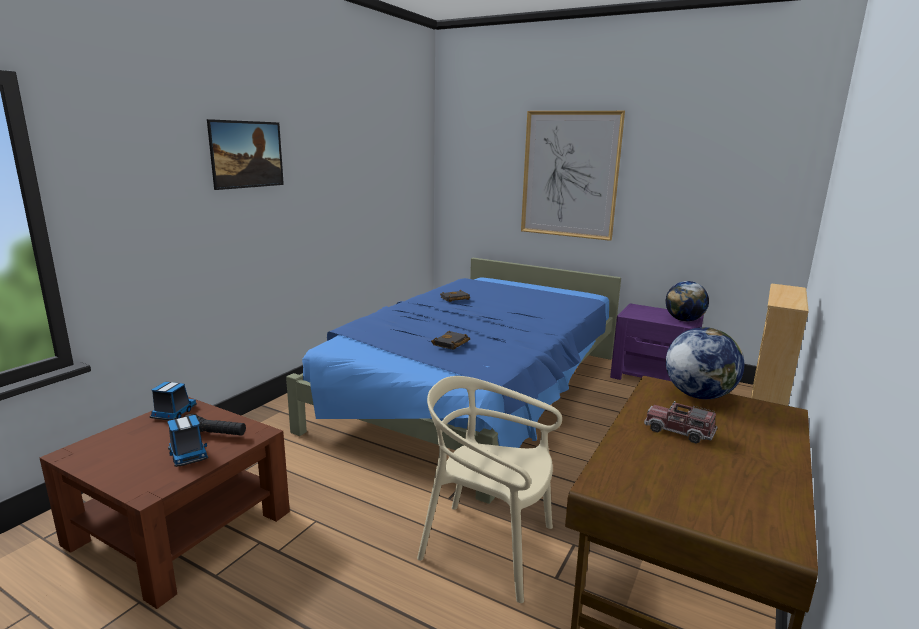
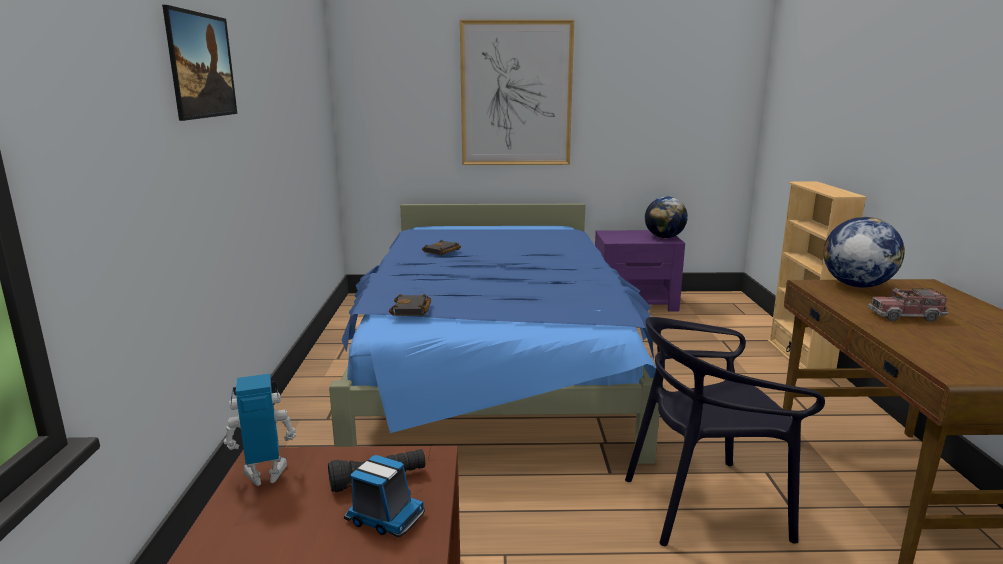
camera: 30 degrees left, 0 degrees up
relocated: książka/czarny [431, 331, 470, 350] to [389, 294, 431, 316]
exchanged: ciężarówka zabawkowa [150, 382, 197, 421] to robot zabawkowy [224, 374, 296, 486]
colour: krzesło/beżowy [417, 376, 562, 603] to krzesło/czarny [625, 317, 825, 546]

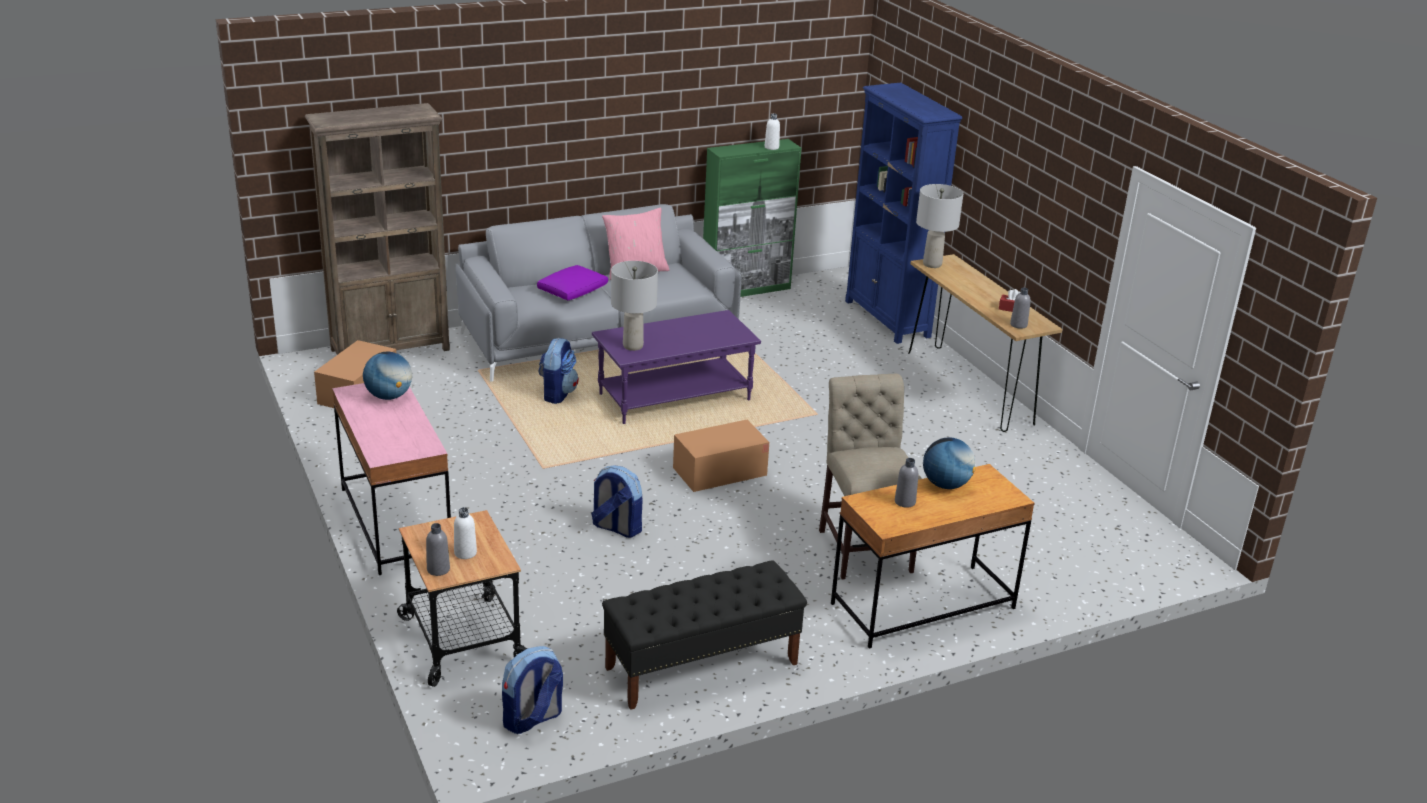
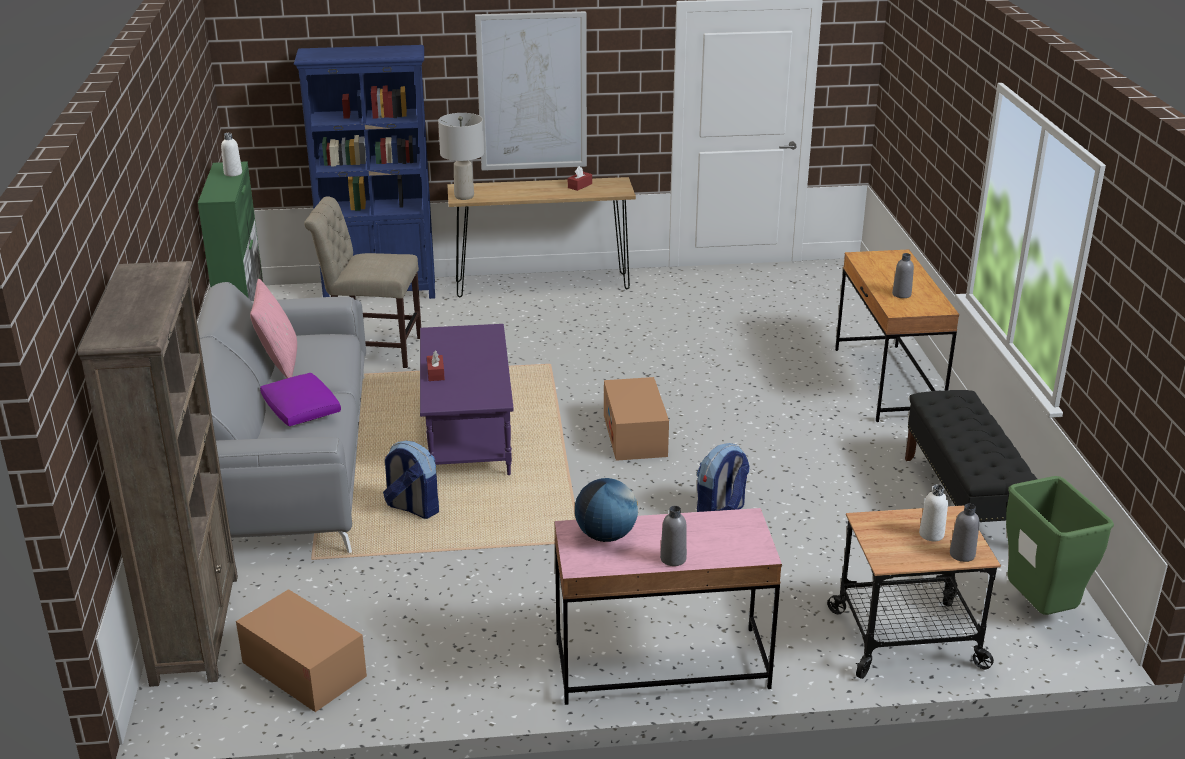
camera: 70 degrees left, 0 degrees up
missing: lampa stołowa/szary [611, 261, 658, 351]; globus [923, 437, 976, 489]
appeared: obraz [475, 11, 587, 171]; pudełko chusteczek/czerwony [427, 351, 445, 381]
relocated: butelka/szary [1010, 288, 1031, 329] to [660, 506, 687, 566]; krzesło/beżowy [819, 374, 922, 580] to [304, 196, 421, 368]
exchanged: plecak [502, 646, 563, 734] to kosz na śmieci/zielony [1006, 476, 1114, 615]

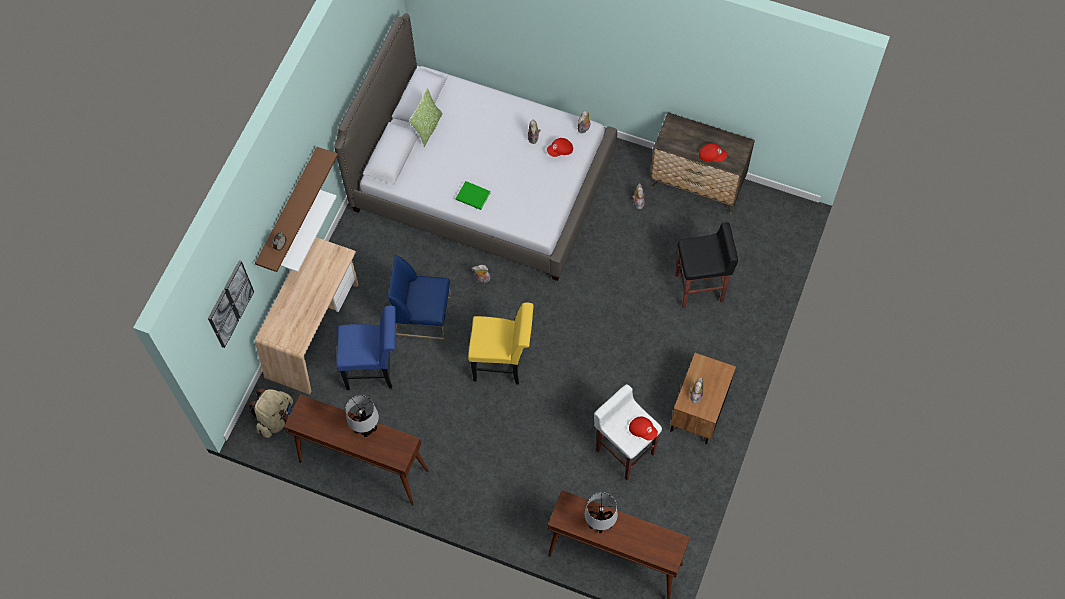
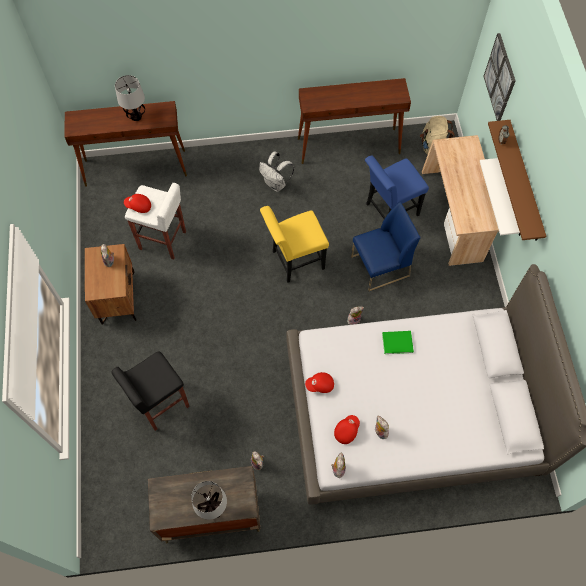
camera: 150 degrees right, 0 degrees up
missing: poduszka [409, 88, 443, 147]
appeared: plecak/biały [259, 152, 294, 192]
relocated: czapka z daszkiem/czerwony [699, 143, 727, 162] to [305, 372, 334, 393]; lampa stołowa [345, 395, 379, 437] to [191, 481, 227, 520]

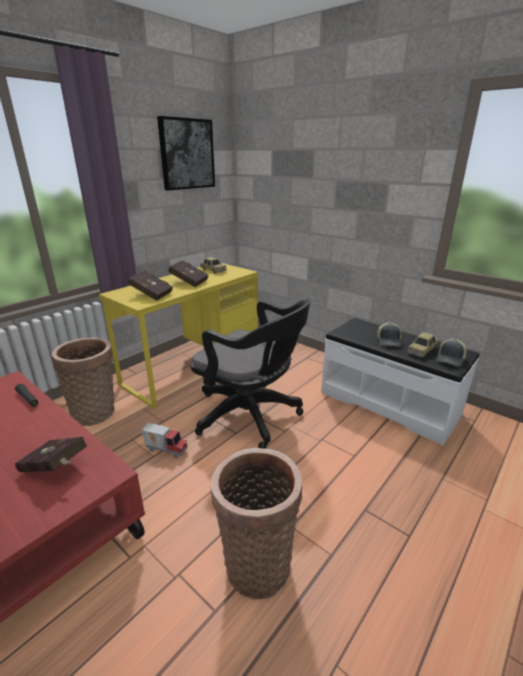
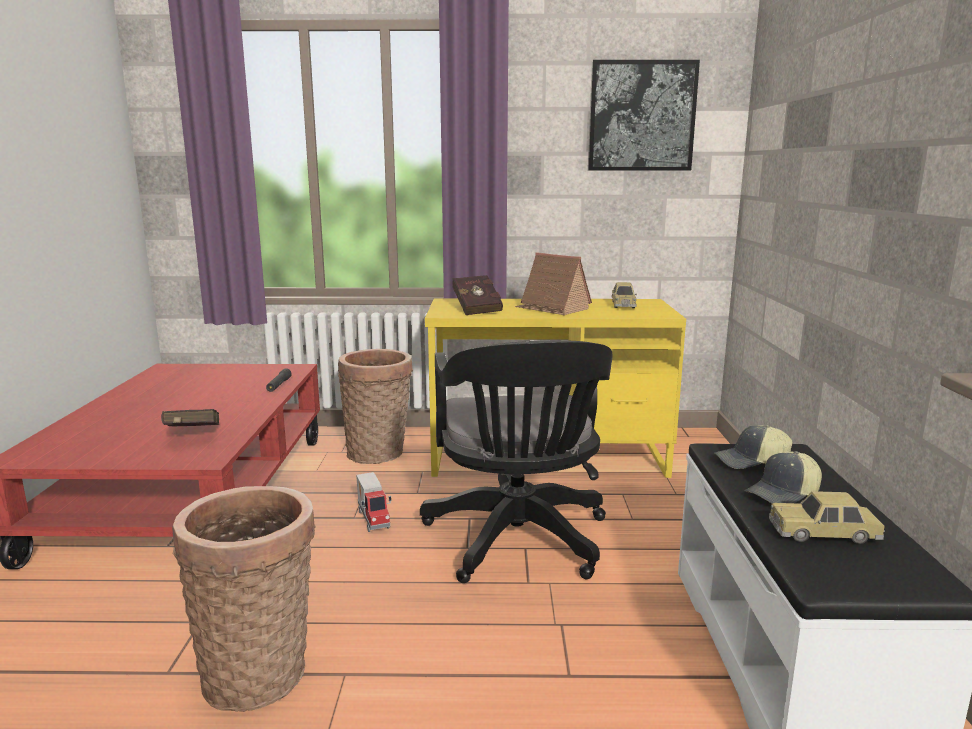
camera: 50 degrees right, 10 degrees down
relocated: czapka z daszkiem [437, 339, 467, 367] to [714, 425, 792, 469]
exchanged: książka/czerwony [168, 260, 208, 287] to domek [515, 252, 592, 315]

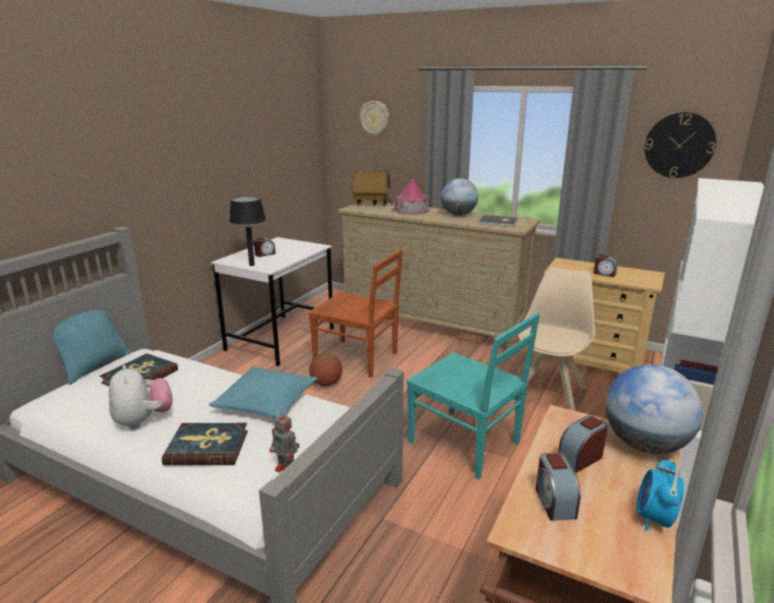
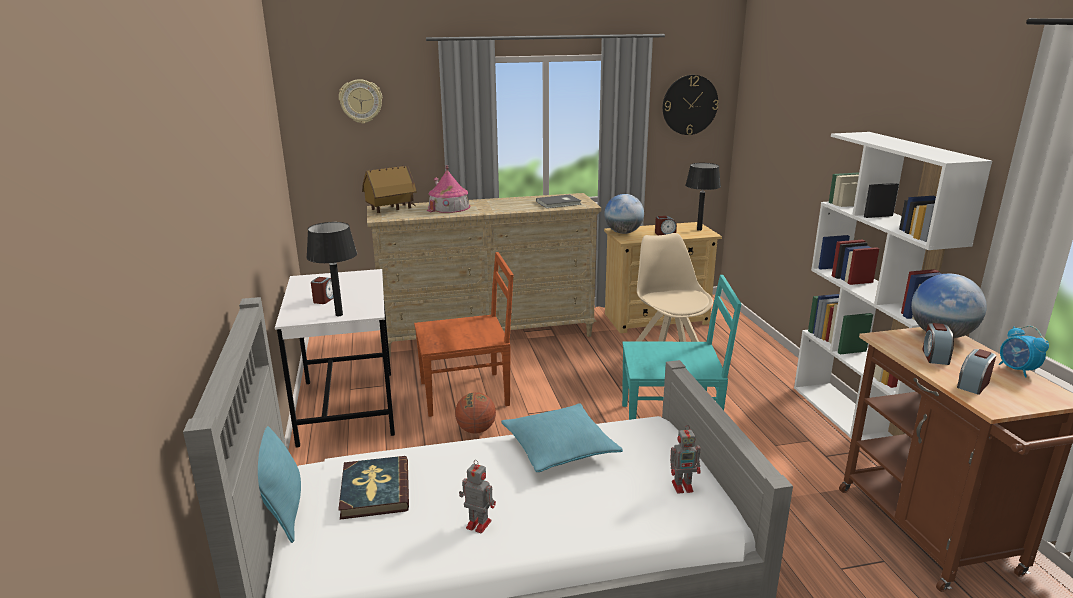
camera: 40 degrees left, 0 degrees up
missing: książka [162, 423, 248, 465]
appeared: lampa stołowa/czarny [685, 163, 721, 231]
relocated: globus [441, 178, 478, 216] to [604, 194, 644, 234]
exchanged: pluszak [109, 365, 173, 429] to robot zabawkowy [459, 460, 496, 534]
spun: budzik [536, 452, 580, 521] = [957, 349, 996, 395] 90 degrees clockwise

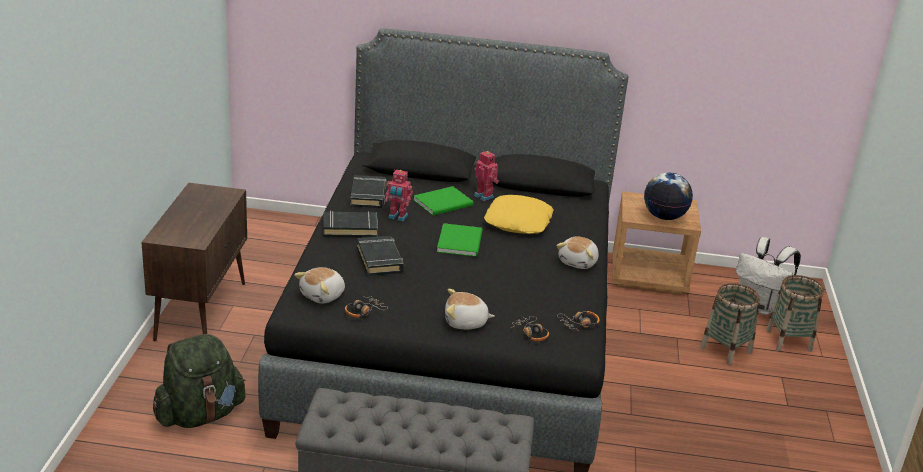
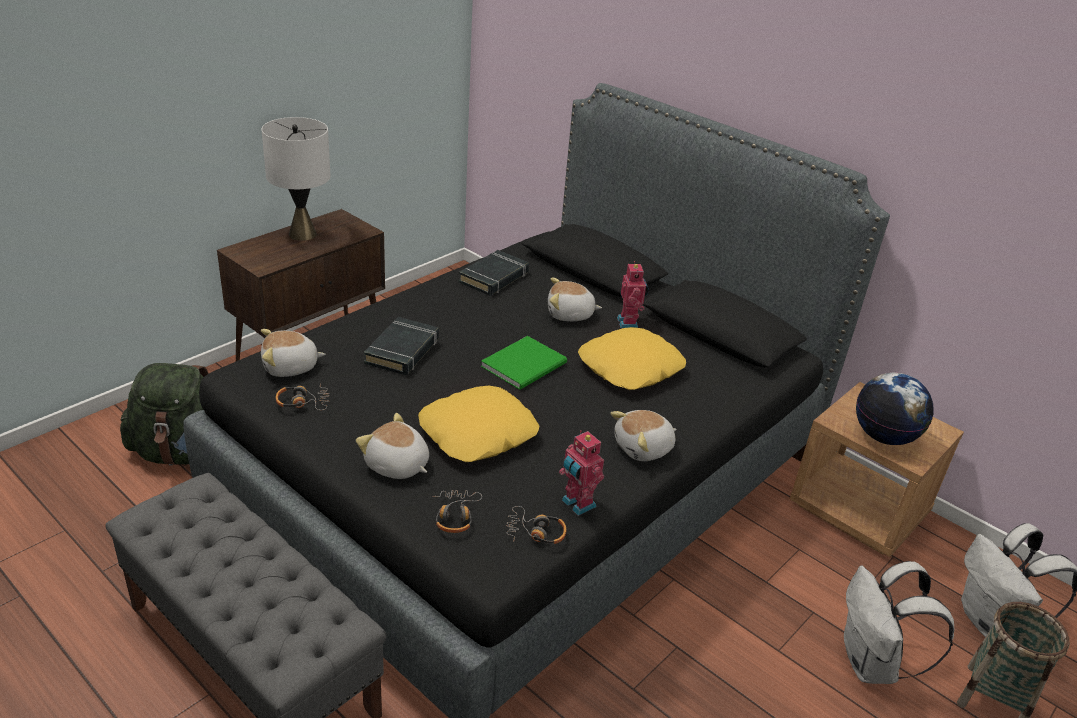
camera: 35 degrees right, 5 degrees up
missing: książka/czarny [323, 211, 378, 237]
appeared: lampa stołowa/biały [261, 117, 331, 241]; poduszka/żółty [418, 386, 539, 462]
relocated: robot zabawkowy [385, 170, 413, 221] to [559, 430, 604, 516]
exchanged: książka/zielony [413, 186, 474, 215] to pluszak [548, 278, 602, 321]; koszyk [700, 283, 760, 365] to plecak/biały [844, 561, 954, 684]

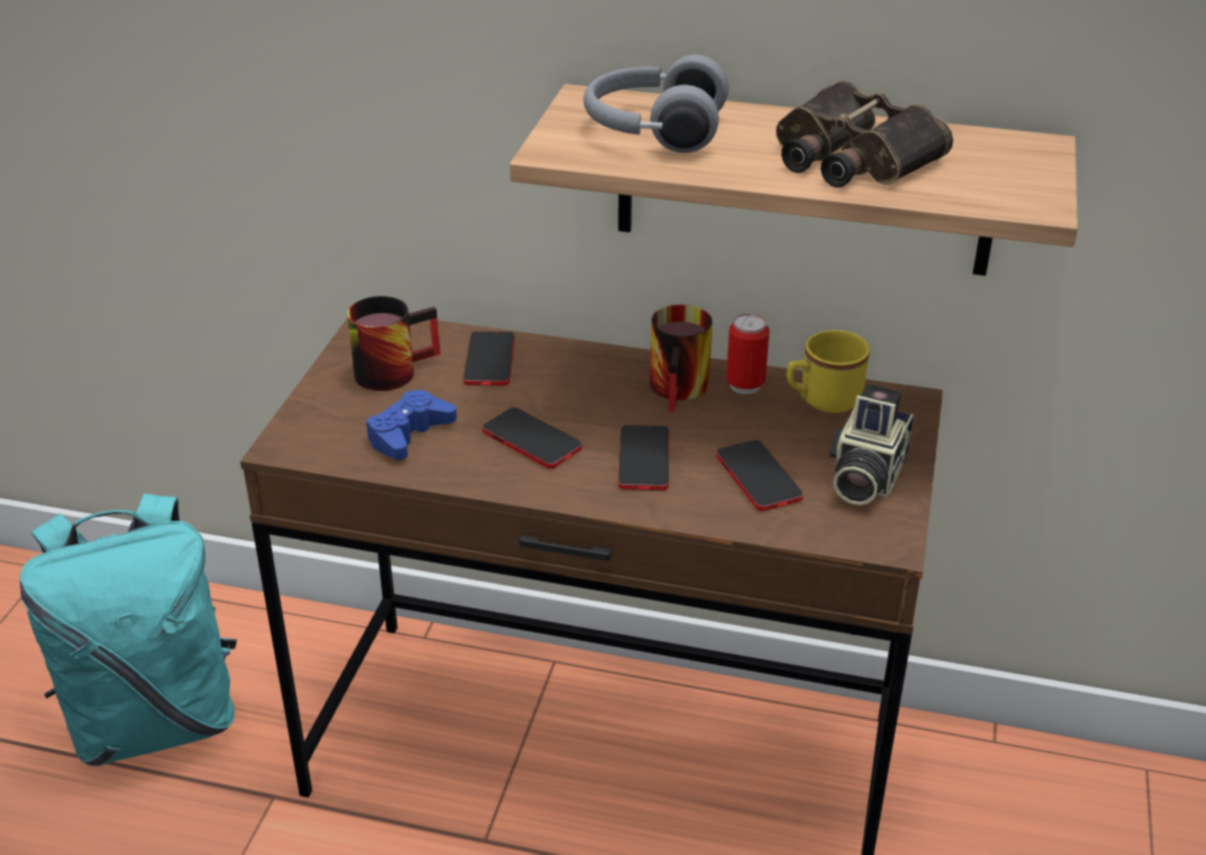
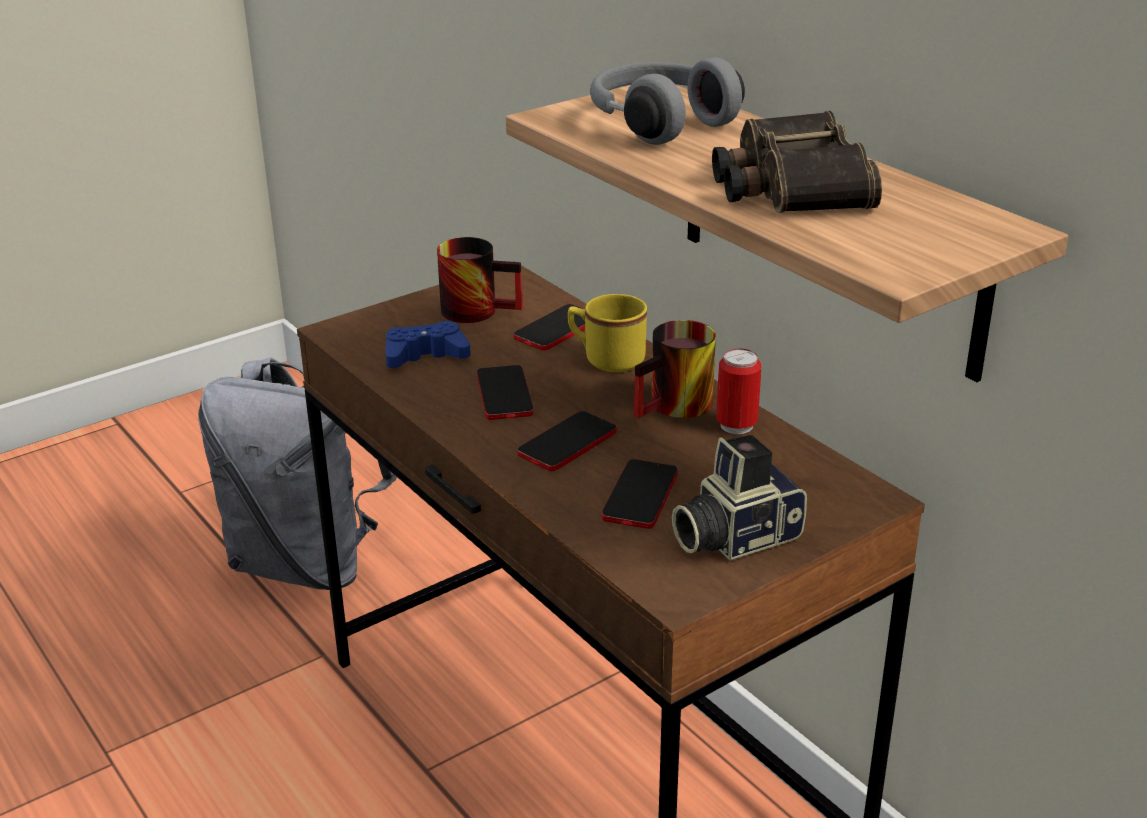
camera: 40 degrees right, 5 degrees down
relocated: kubek/żółty [787, 330, 870, 413] to [568, 294, 647, 372]
colour: plecak/turkusowy [20, 494, 237, 766] to plecak/szary [198, 357, 397, 590]

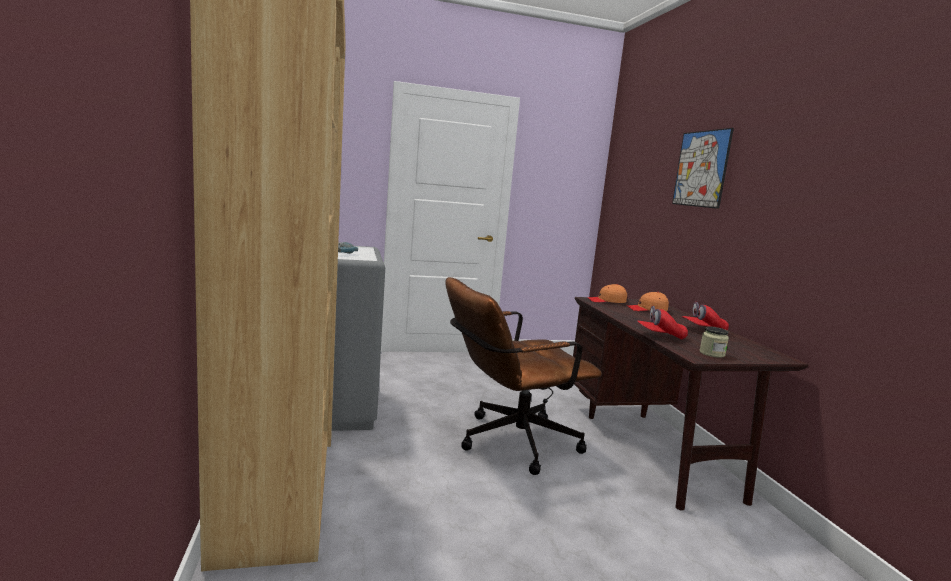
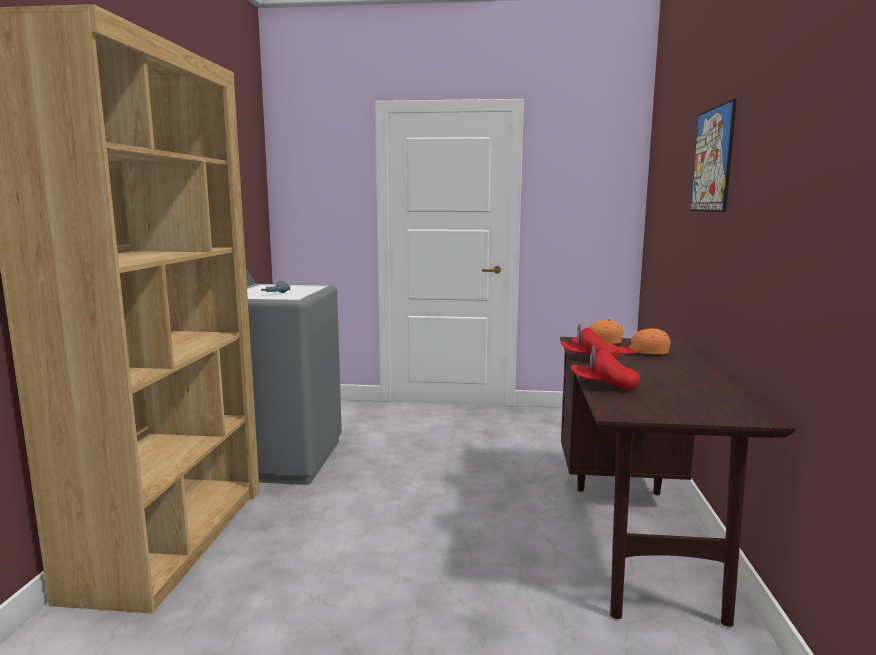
camera: 20 degrees right, 0 degrees up
missing: krzesło biurowe/brązowy [445, 277, 602, 475]; słoik [700, 326, 729, 358]
relocated: czapka z daszkiem/czerwony [681, 302, 729, 330] to [560, 324, 619, 358]

